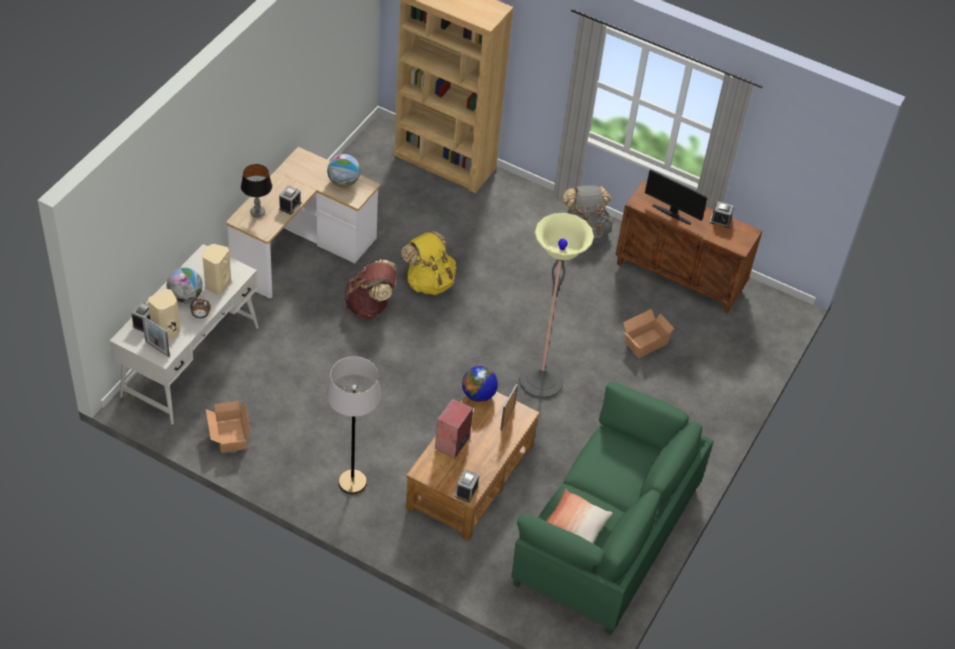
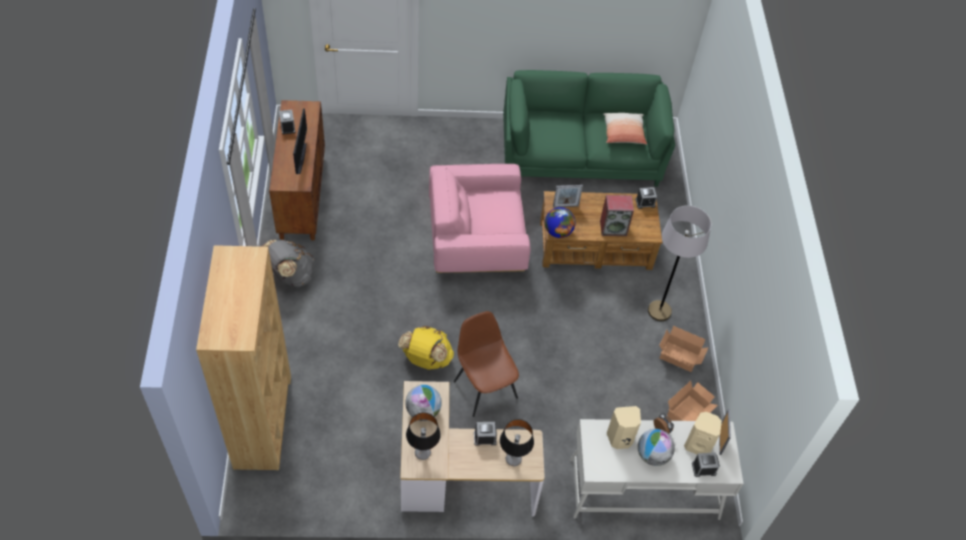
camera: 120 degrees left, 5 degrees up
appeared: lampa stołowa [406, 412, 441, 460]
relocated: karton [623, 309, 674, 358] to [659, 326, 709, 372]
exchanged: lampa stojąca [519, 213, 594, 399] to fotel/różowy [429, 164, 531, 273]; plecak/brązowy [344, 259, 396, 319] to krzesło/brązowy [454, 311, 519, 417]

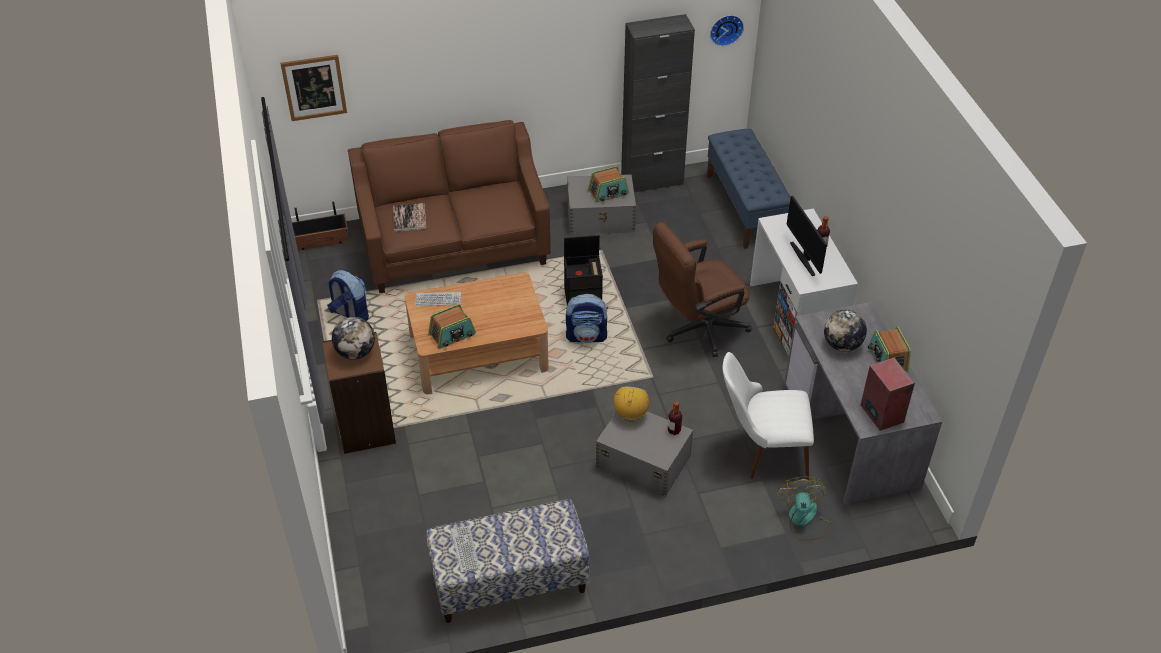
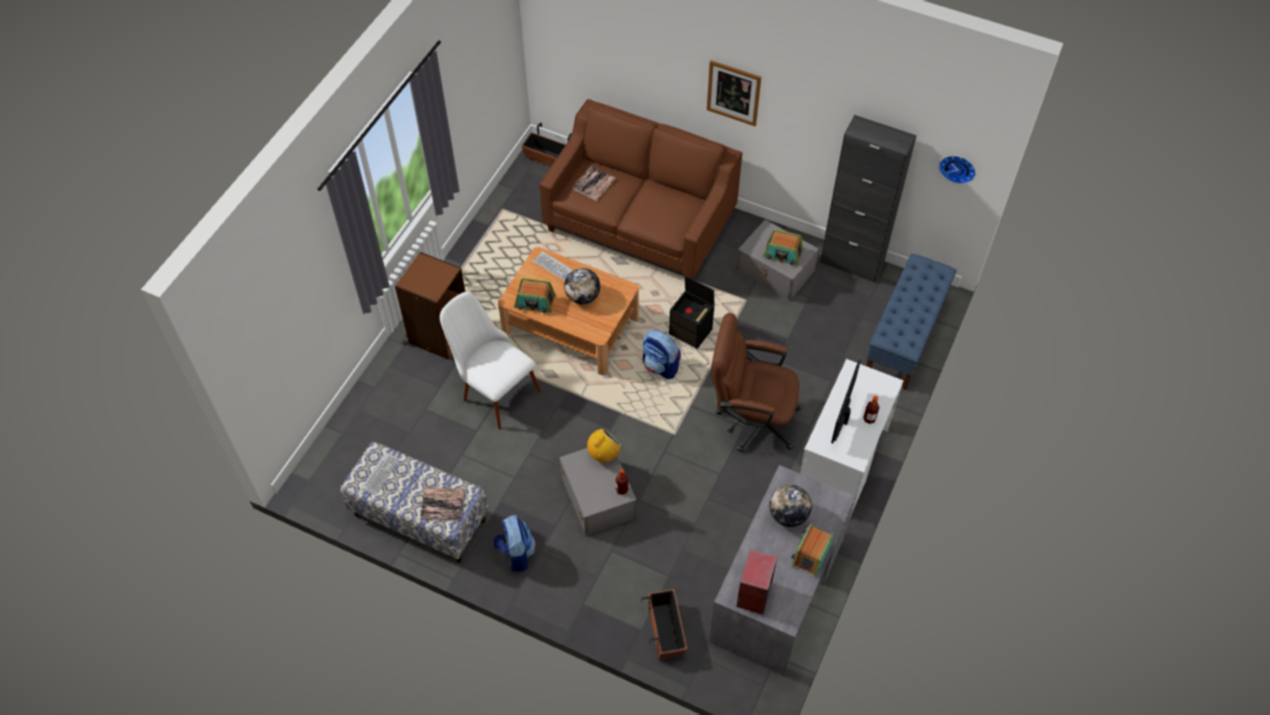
camera: 40 degrees right, 10 degrees up
appeared: książka [420, 487, 465, 521]
relocated: obraz [280, 55, 347, 121] to [707, 60, 761, 126]; plecak [327, 270, 369, 321] to [493, 515, 536, 571]; globus [332, 317, 375, 360] to [564, 268, 600, 304]; krzesło/biały [723, 352, 814, 480] to [440, 292, 541, 429]
exchanged: wentylator [777, 477, 834, 541] to donica [641, 589, 687, 660]

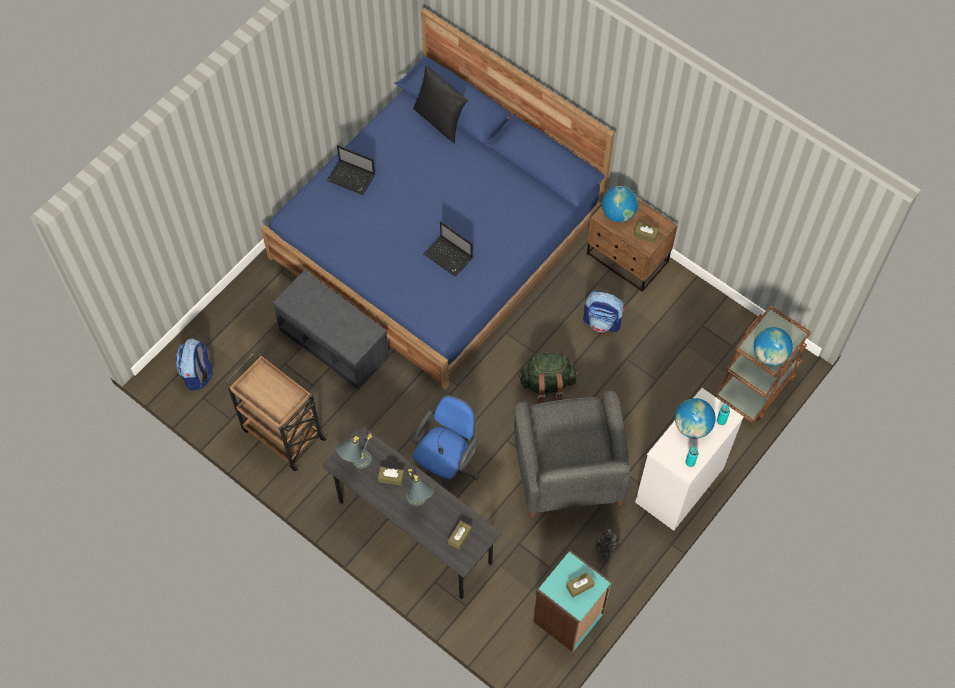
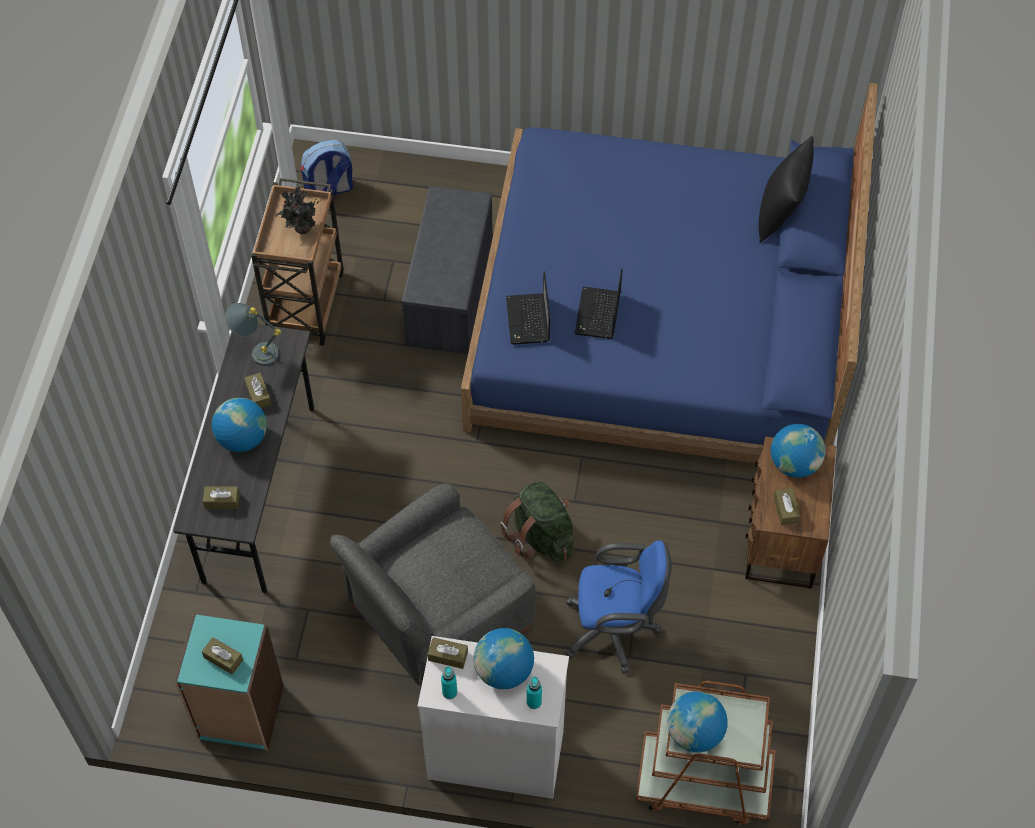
camera: 60 degrees right, 5 degrees down
missing: plecak [583, 291, 625, 332]
appeared: pudełko chusteczek/brązowy [428, 637, 468, 669]
relocated: laptop [327, 145, 375, 195] to [506, 271, 550, 344]; krzesło biurowe/niebieski [412, 395, 479, 491] to [565, 540, 672, 674]; roślina doniczkowa [594, 524, 621, 559] to [275, 183, 320, 234]
exchanged: lampa stołowa/szary [407, 469, 434, 506] to globus [212, 398, 267, 452]

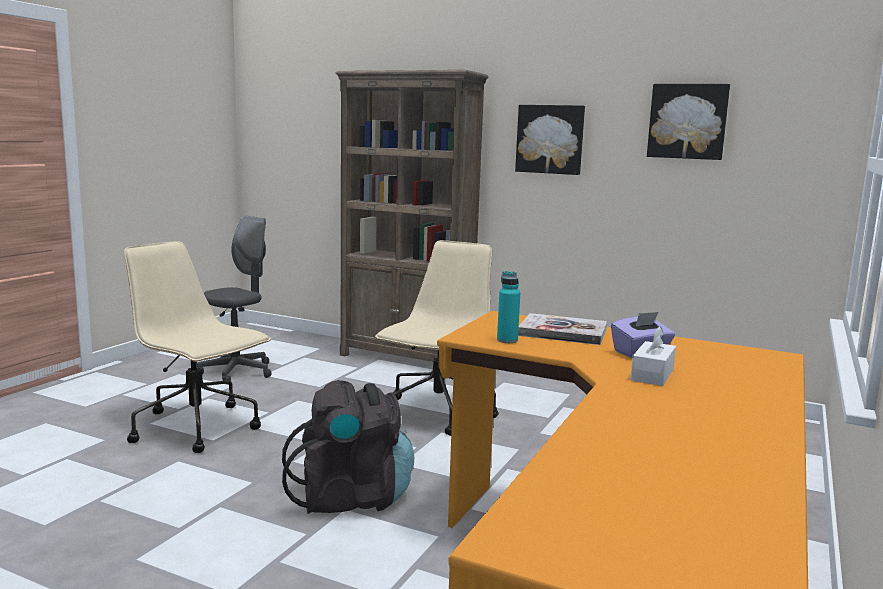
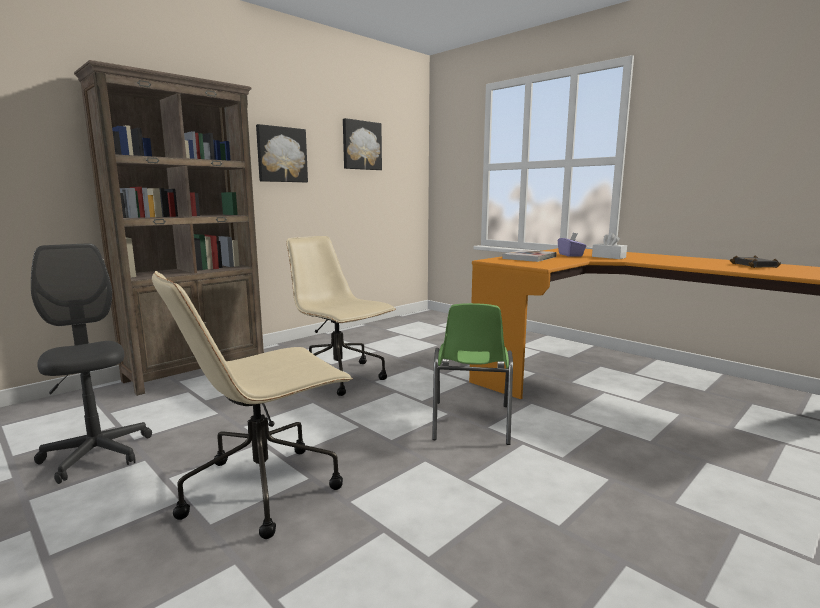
camera: 70 degrees left, 0 degrees up
missing: butelka/turkusowy [497, 271, 520, 343]
appeared: książka/czarny [730, 256, 781, 268]
exchanged: plecak/czarny [282, 380, 414, 514] to krzesło/zielony [432, 303, 513, 445]

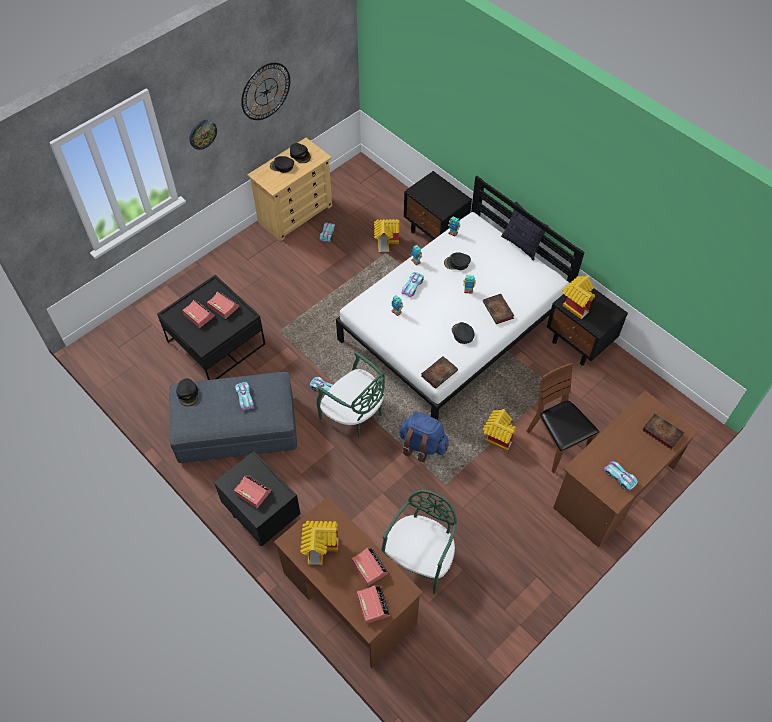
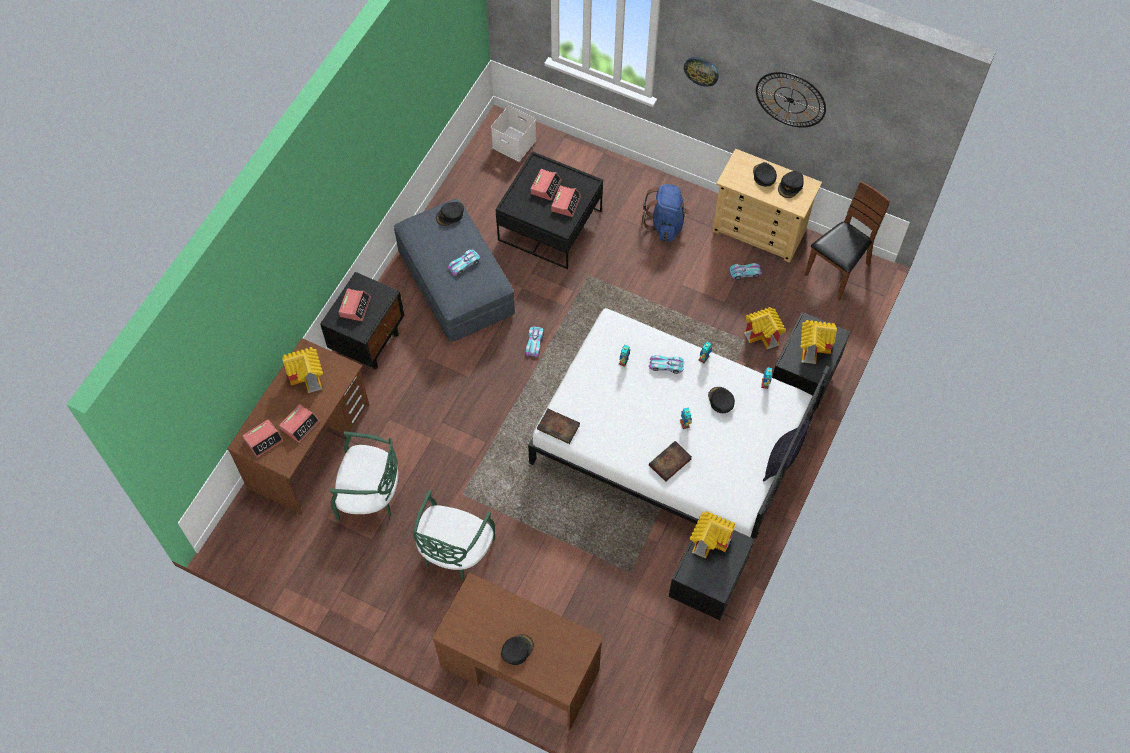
camera: 70 degrees right, 5 degrees up
missing: książka [642, 414, 684, 449]; samochodzik [604, 461, 638, 491]
appeared: pojemnik do przechowywania/biały [491, 106, 536, 162]
relocated: czapka z daszkiem/czarny [452, 322, 474, 344] to [501, 634, 534, 665]; krzesło/zielony [316, 351, 385, 437] to [413, 490, 495, 581]; krzesło/brązowy [527, 363, 599, 473] to [805, 181, 890, 300]; domek [483, 409, 516, 451] to [800, 320, 837, 364]; plecak/niebieski [399, 412, 449, 462] to [642, 184, 690, 242]

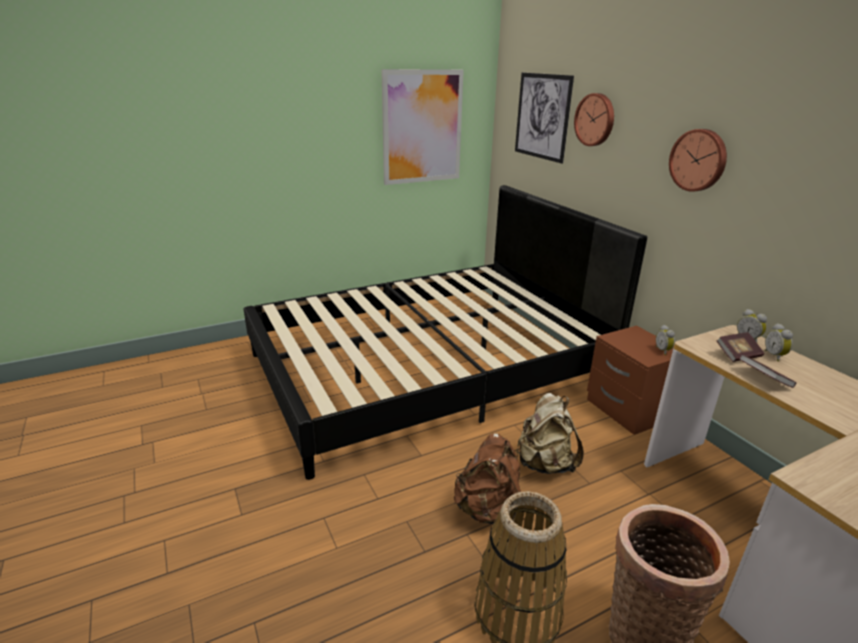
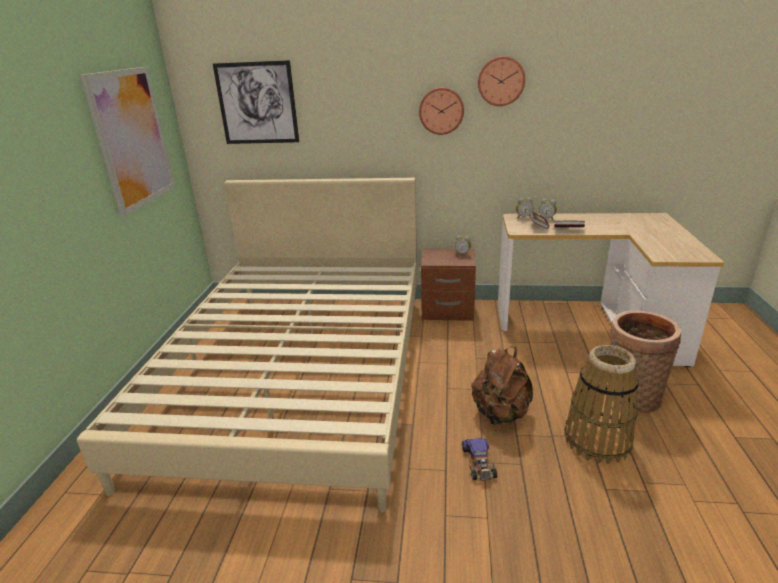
camera: 55 degrees left, 0 degrees up
missing: plecak/beżowy [517, 393, 584, 474]
appeared: samochodzik [462, 438, 497, 481]
relocated: zegar ścienny [574, 93, 614, 146] to [478, 56, 525, 106]
colour: łóżko/czarny [244, 185, 647, 480] to łóżko/beżowy [77, 178, 417, 513]

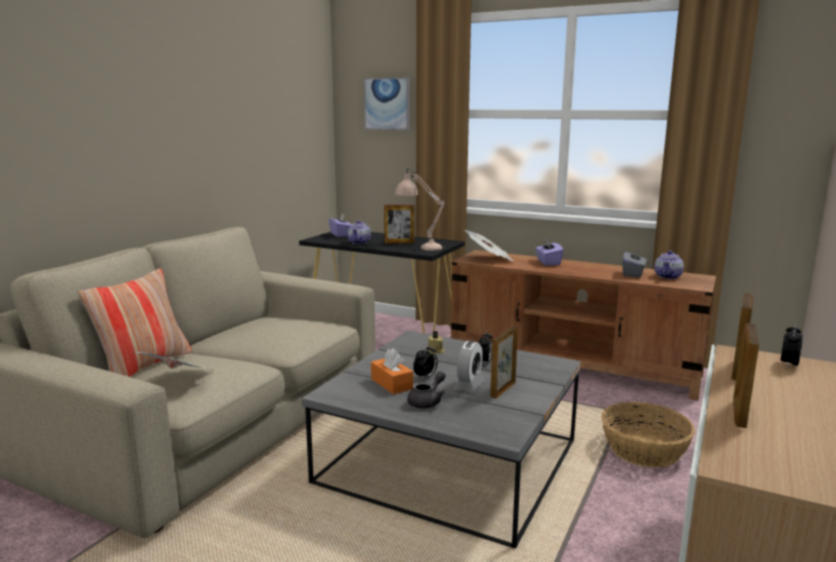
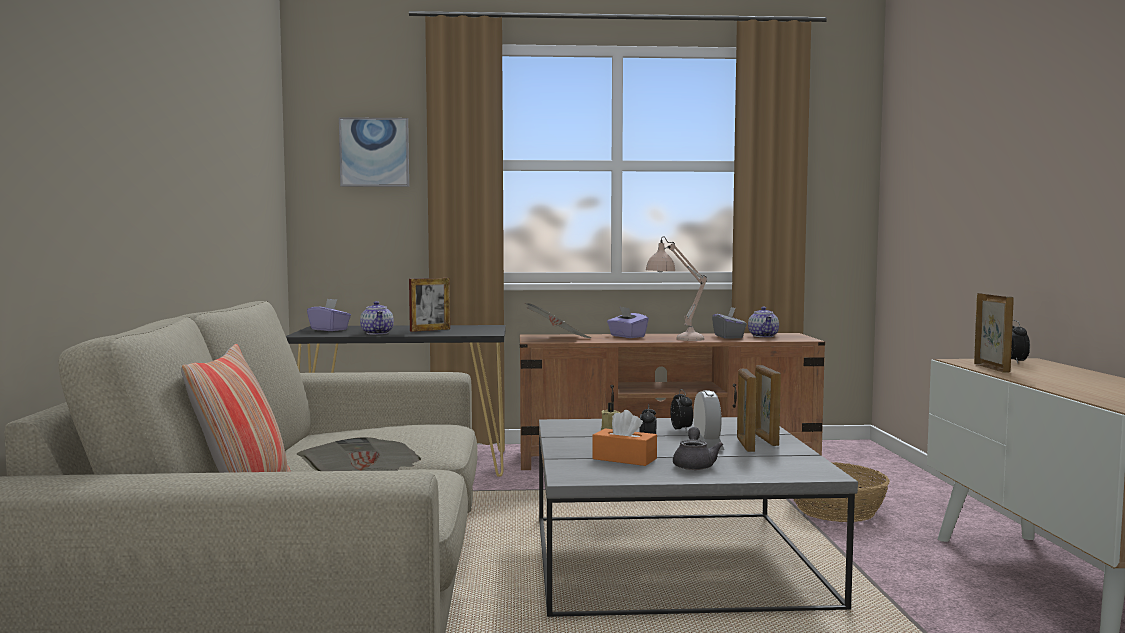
camera: 30 degrees left, 10 degrees down
relocated: lampa stołowa/beżowy [395, 168, 445, 251] to [646, 236, 707, 341]; ramka na zdjęcie [733, 323, 759, 428] to [755, 365, 781, 446]

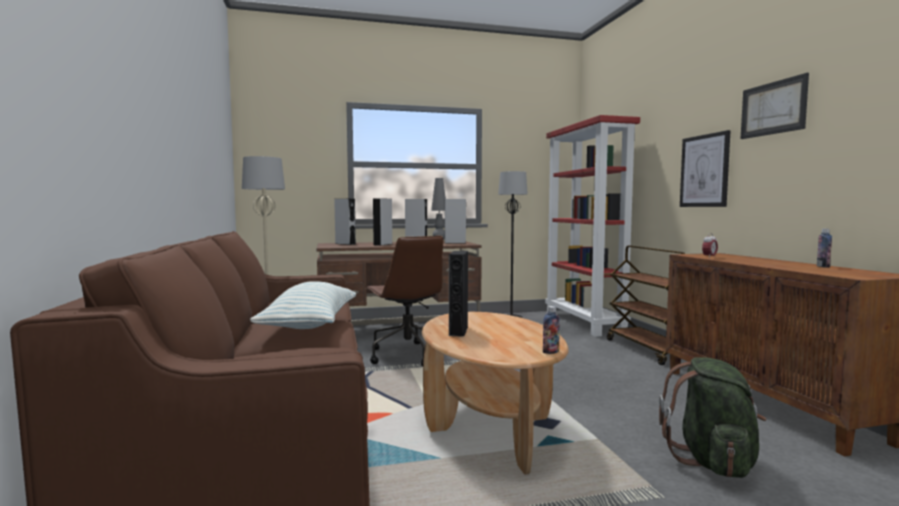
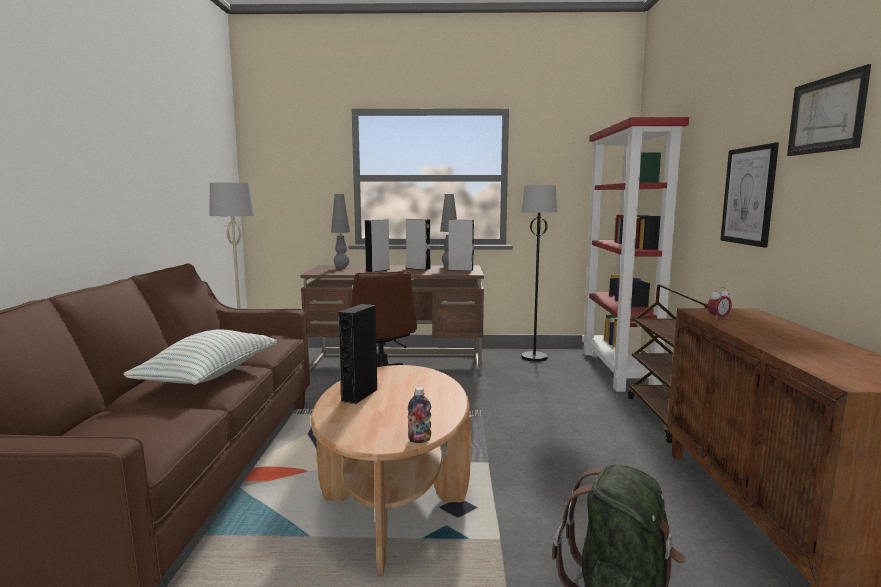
camera: 15 degrees right, 5 degrees up
missing: butelka [817, 229, 832, 268]
exchanged: głośnik/szary [334, 199, 356, 245] to lampa stołowa/szary [331, 194, 350, 269]

